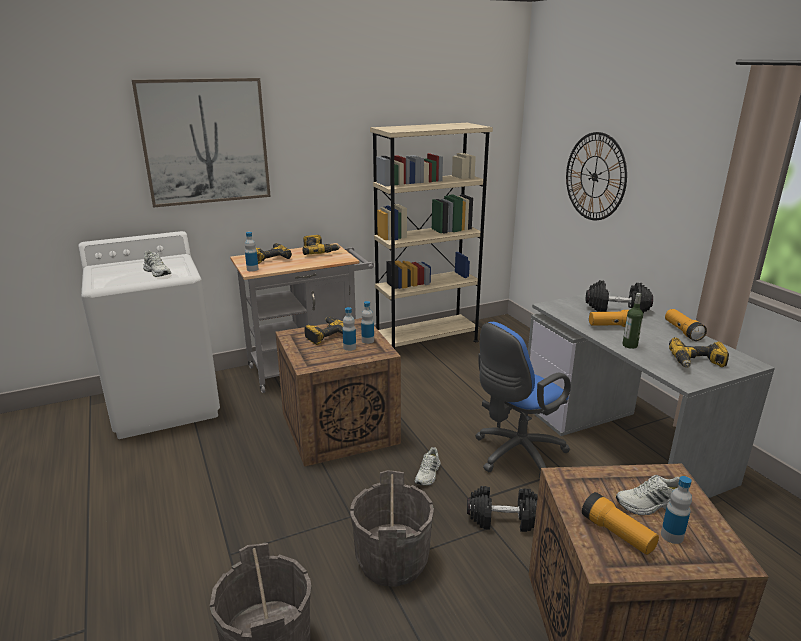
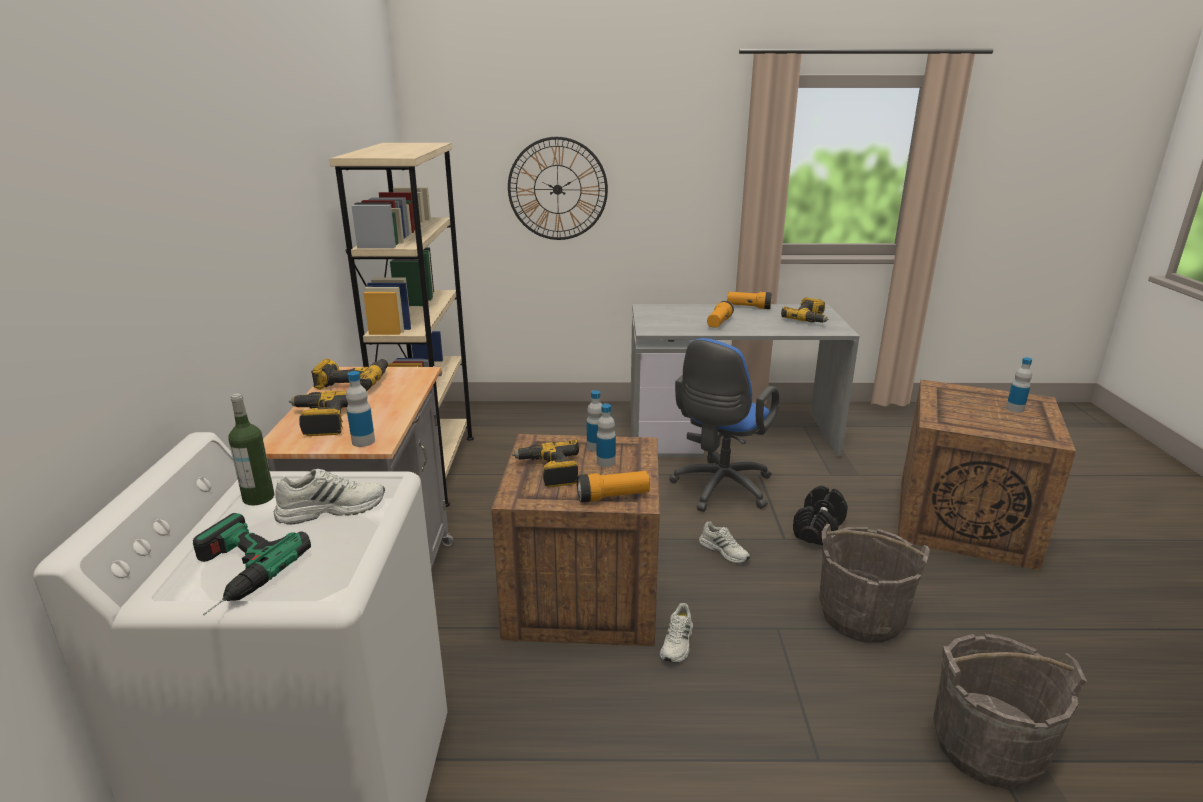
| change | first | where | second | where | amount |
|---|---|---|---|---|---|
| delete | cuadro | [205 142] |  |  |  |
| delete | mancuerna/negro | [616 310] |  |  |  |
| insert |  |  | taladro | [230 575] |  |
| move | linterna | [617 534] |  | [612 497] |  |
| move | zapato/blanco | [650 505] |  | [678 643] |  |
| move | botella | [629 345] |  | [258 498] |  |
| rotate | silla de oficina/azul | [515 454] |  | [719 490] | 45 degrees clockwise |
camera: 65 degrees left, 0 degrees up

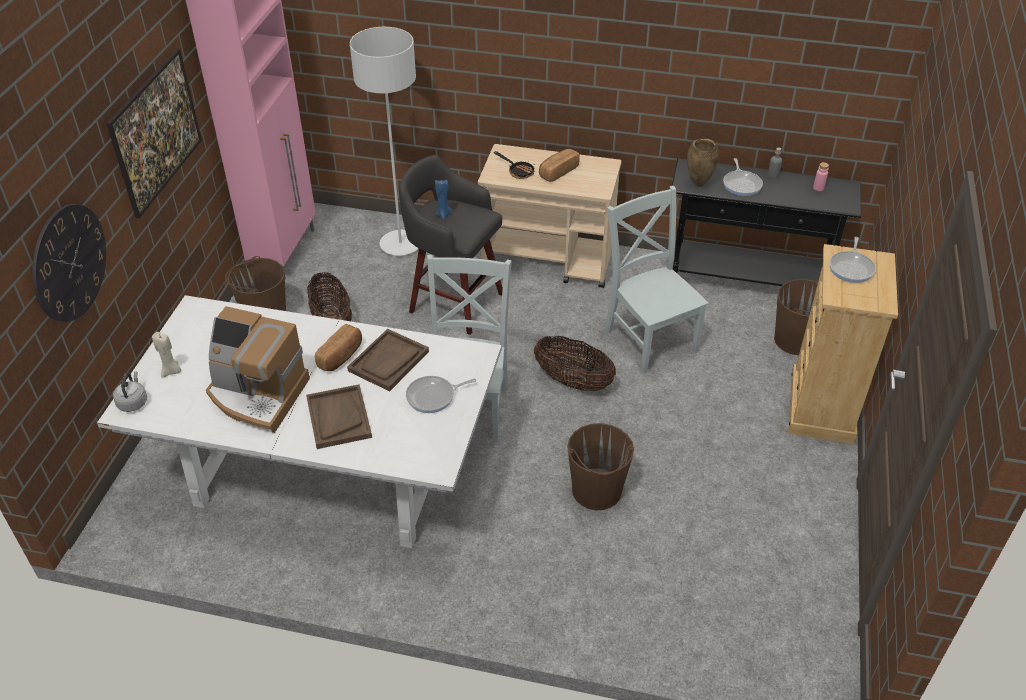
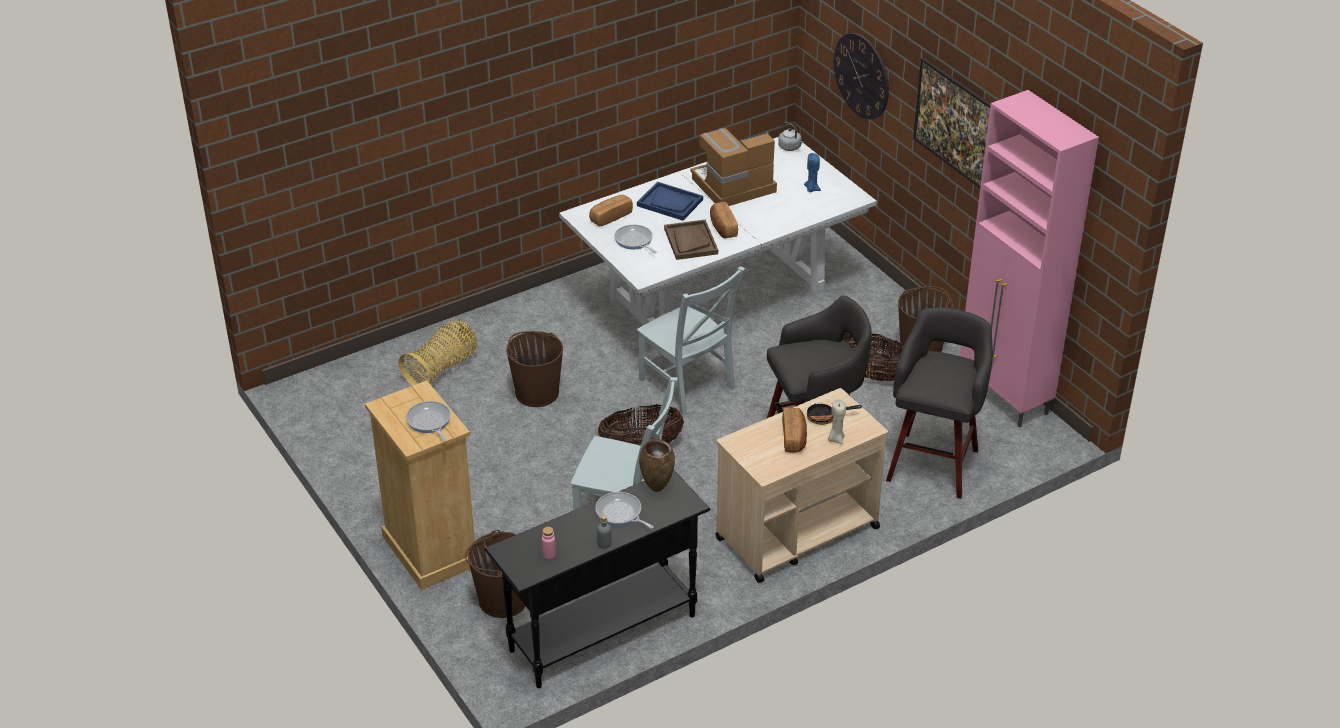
| change | first | where | second | where | amount |
|---|---|---|---|---|---|
| insert |  |  | cesta | [442 369] |  |
| insert |  |  | pan | [610 217] |  |
| move | vela/beis | [171 371] |  | [836 439] |  |
| move | vela/azul | [444 215] |  | [811 189] |  |
| replace | lámpara de pie/gris | [400 244] | taburete/gris | [933 463] |  |
| recolor | bandeja/marrón | [338 418] | bandeja/azul | [670 203] |  |
| rotate | sartén | [433 397] |  | [634 241] | 60 degrees counterclockwise |
camera: 135 degrees right, 5 degrees down

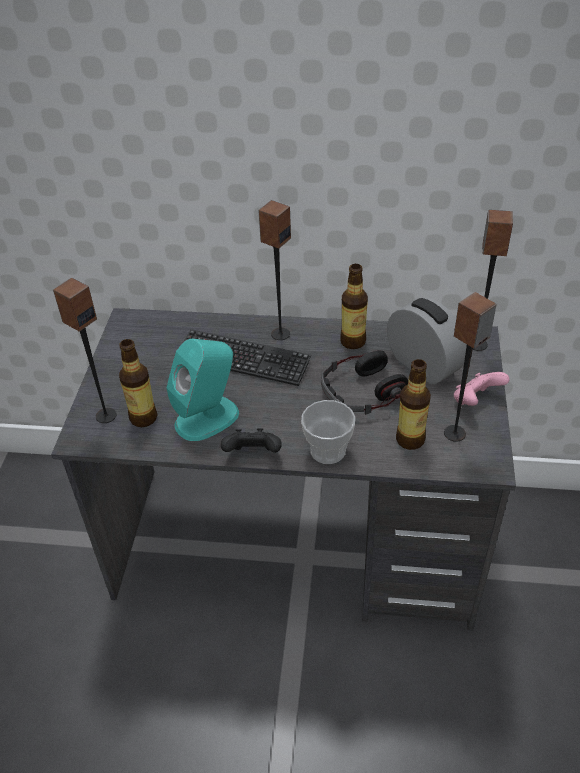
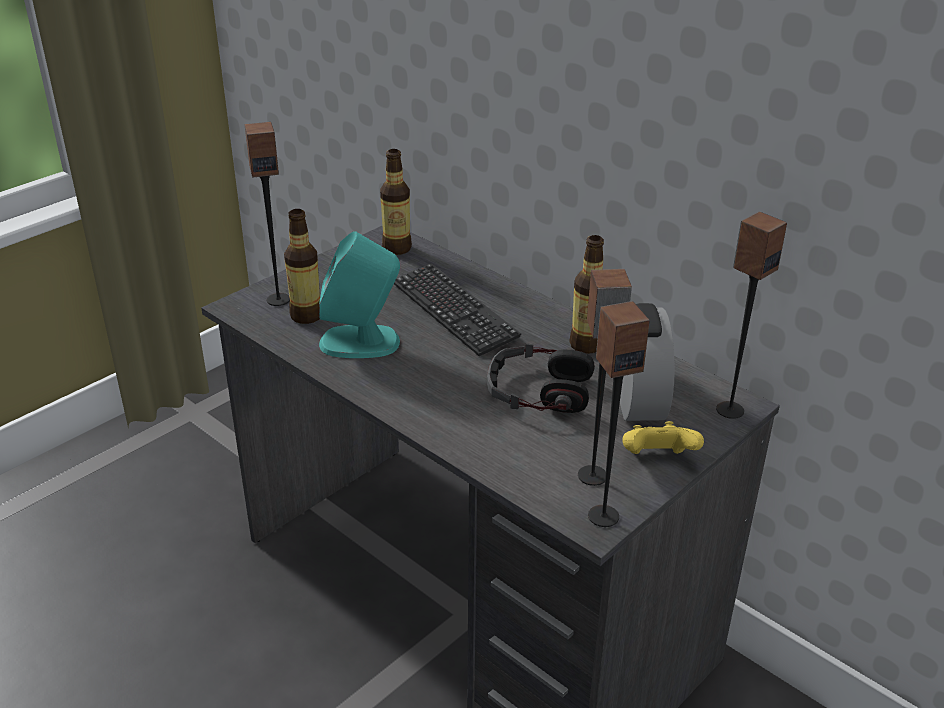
| change | first | where | second | where | amount |
|---|---|---|---|---|---|
| delete | mando de consola/negro | [253 454] |  |  |  |
| delete | taza | [328 450] |  |  |  |
| move | altavoz | [280 334] |  | [603 515] |  |
| move | botella | [410 439] |  | [397 248] |  |
| recolor | mando de consola/rosa | [475 401] | mando de consola/amarillo | [657 459] |  |
camera: 35 degrees right, 10 degrees down

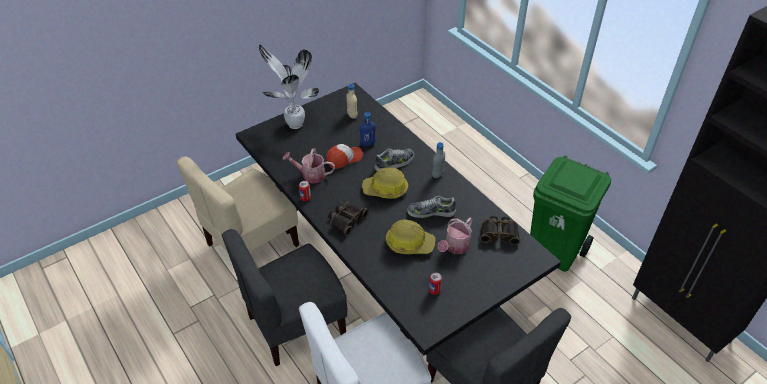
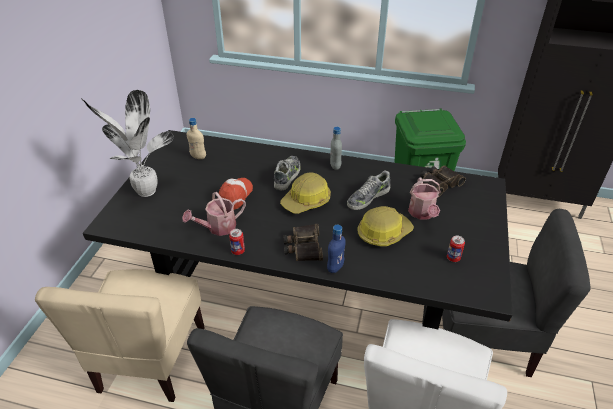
| change | first | where | second | where | amount |
|---|---|---|---|---|---|
| move | botella/azul | [367 144] |  | [335 267] |  |
camera: 40 degrees left, 5 degrees down

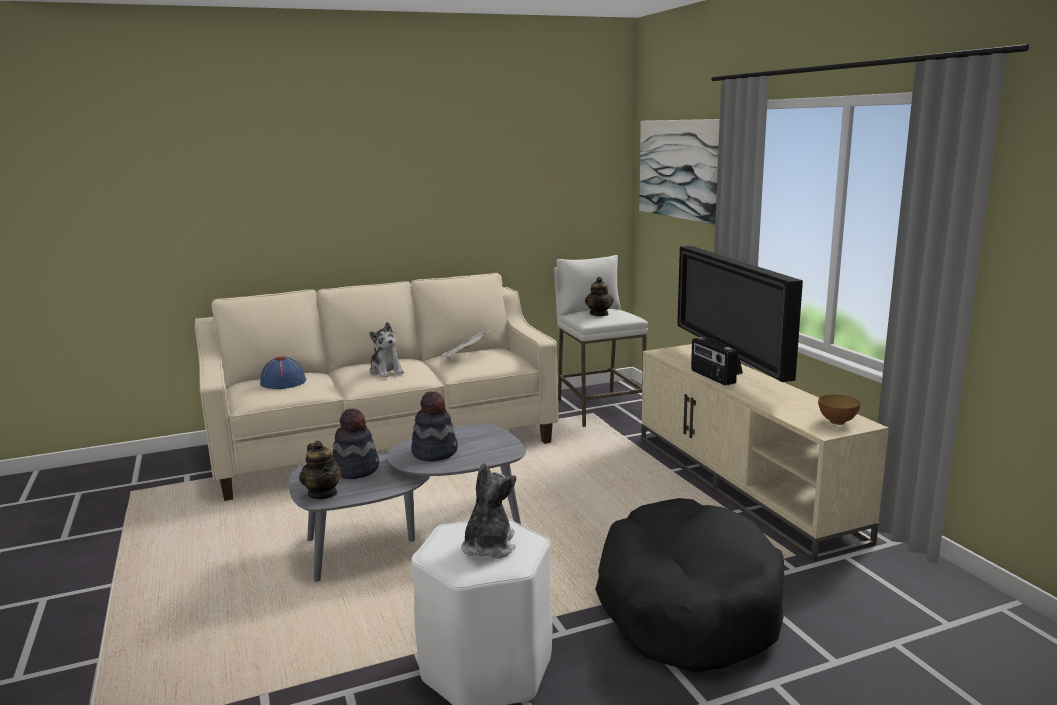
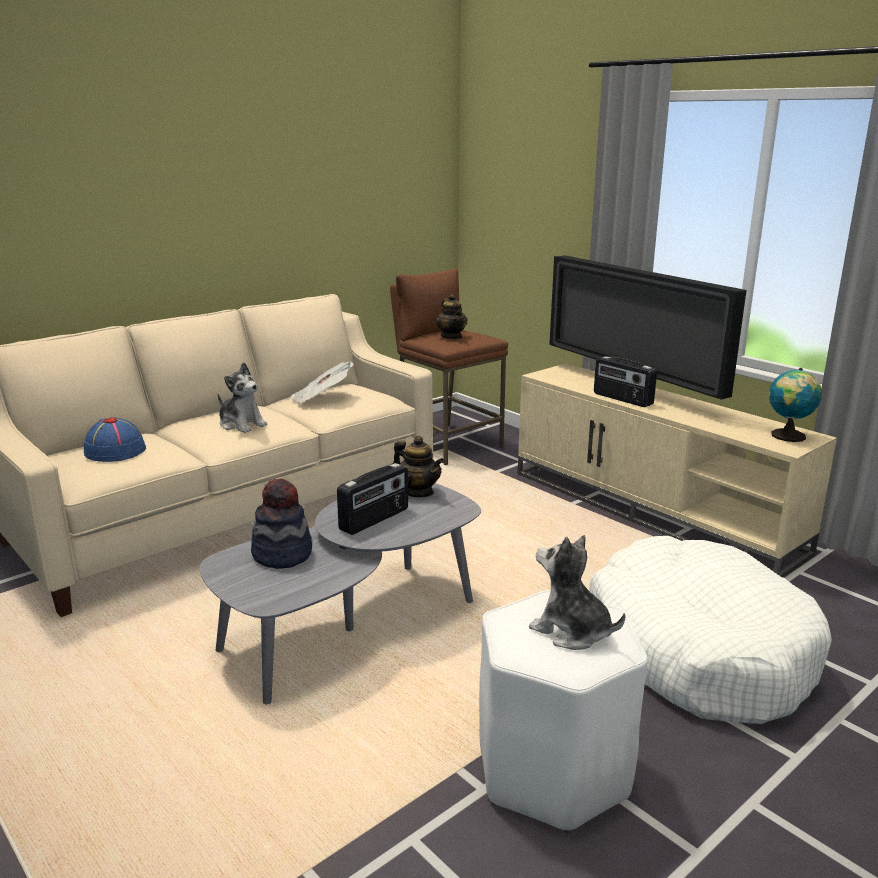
| change | first | where | second | where | amount |
|---|---|---|---|---|---|
| delete | cuadro | [680 169] |  |  |  |
| move | tetera | [323 493] |  | [418 492] |  |
| replace | sombrero | [435 452] | radio | [375 520] |  |
| replace | cuenco | [837 422] | globo terráqueo | [788 437] |  |
| recolor | taburete/blanco | [599 409] | taburete/marrón | [447 443] |  |
| recolor | cama para perro/negro | [687 604] | cama para perro/blanco | [698 650] |  |
| rotate | peluche | [488 546] |  | [571 631] | 45 degrees counterclockwise |
camera: 20 degrees left, 5 degrees up

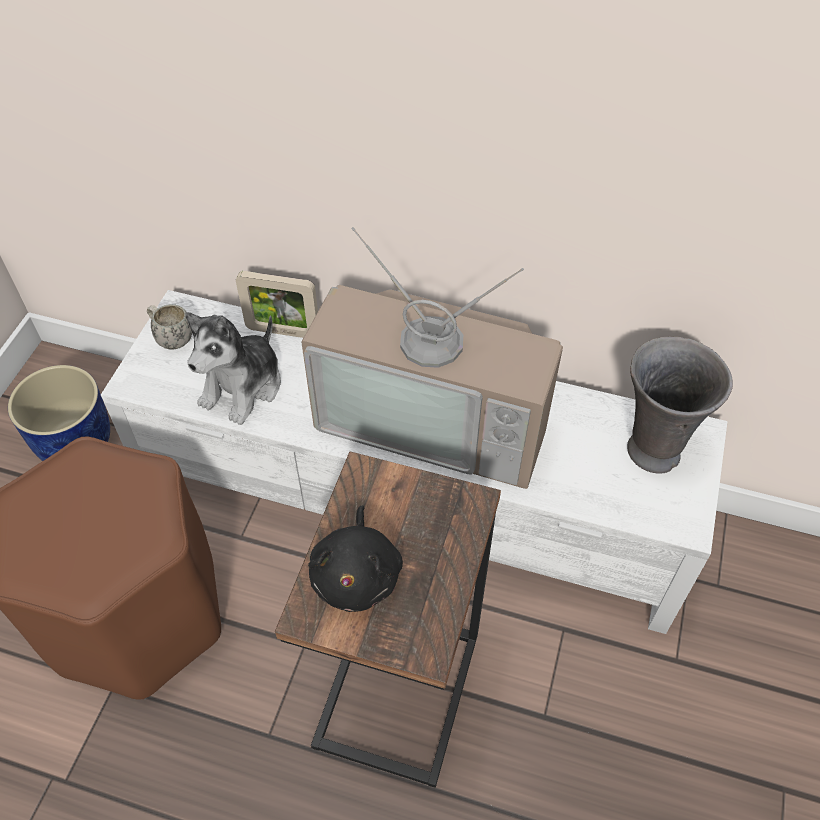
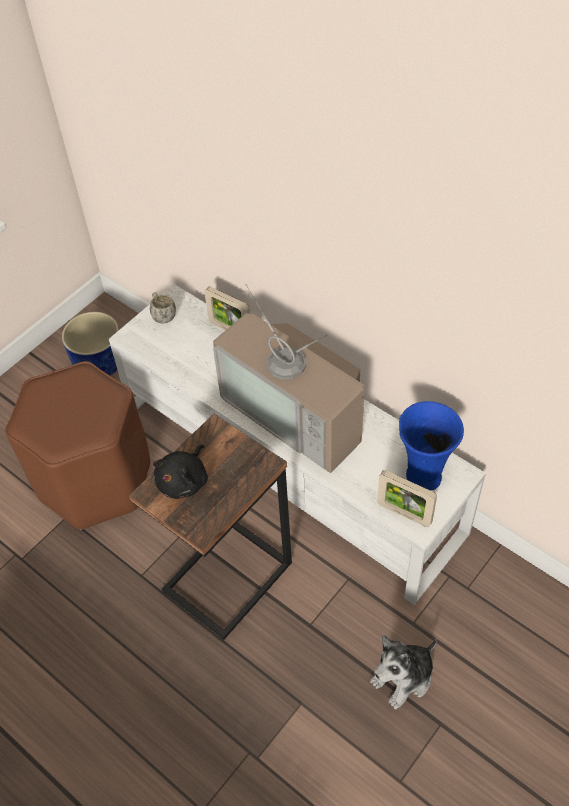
| change | first | where | second | where | amount |
|---|---|---|---|---|---|
| insert |  |  | portarretratos | [404 513] |  |
| move | peluche | [243 387] |  | [403 677] |  |
| recolor | florero/gris | [651 450] | florero/azul | [423 475] |  |
camera: 25 degrees right, 0 degrees up

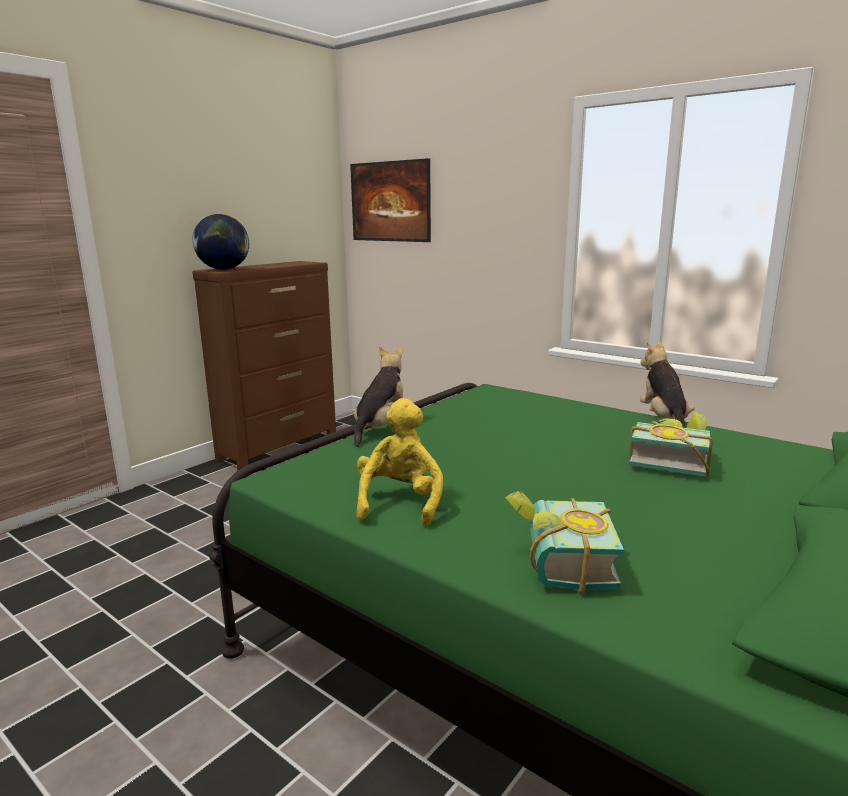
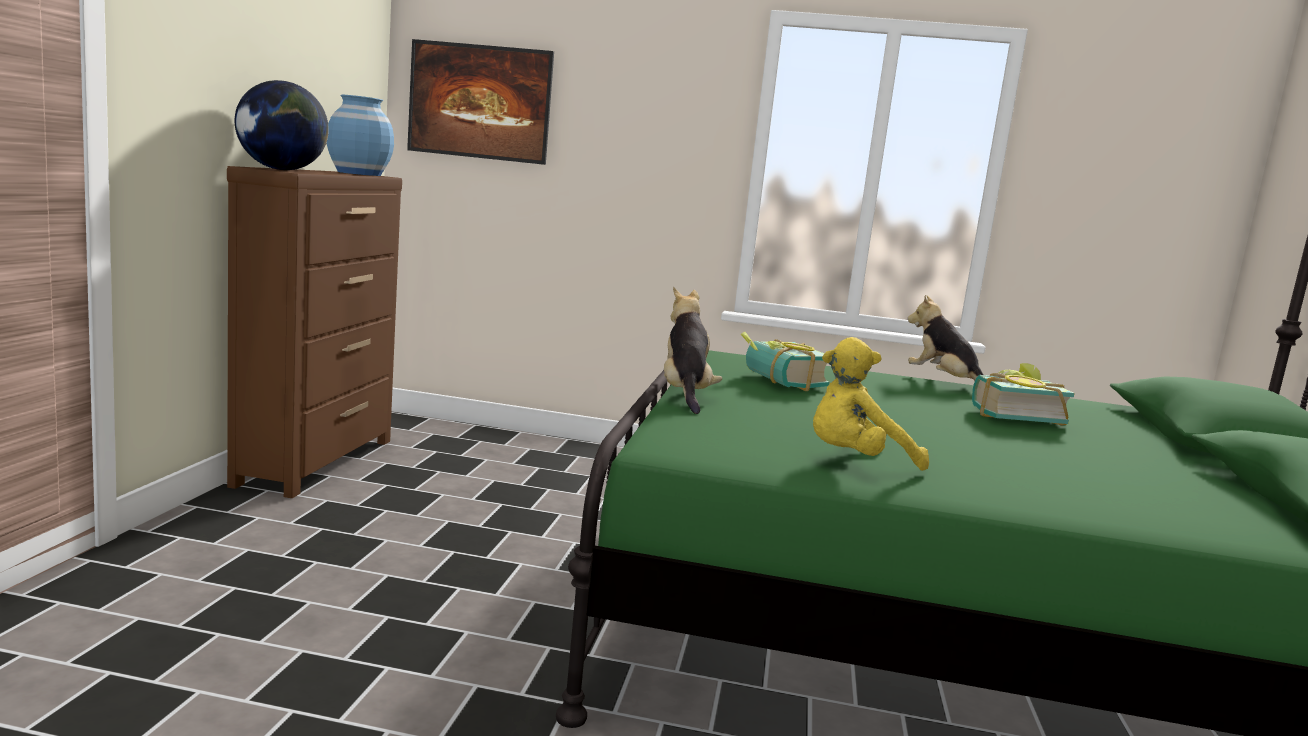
| change | first | where | second | where | amount |
|---|---|---|---|---|---|
| insert |  |  | florero/azul | [359 173] |  |
| move | libro | [558 565] |  | [777 382] |  |
| rotate | peluche/amarillo | [400 502] |  | [855 462] | 90 degrees counterclockwise |
camera: 30 degrees left, 5 degrees down

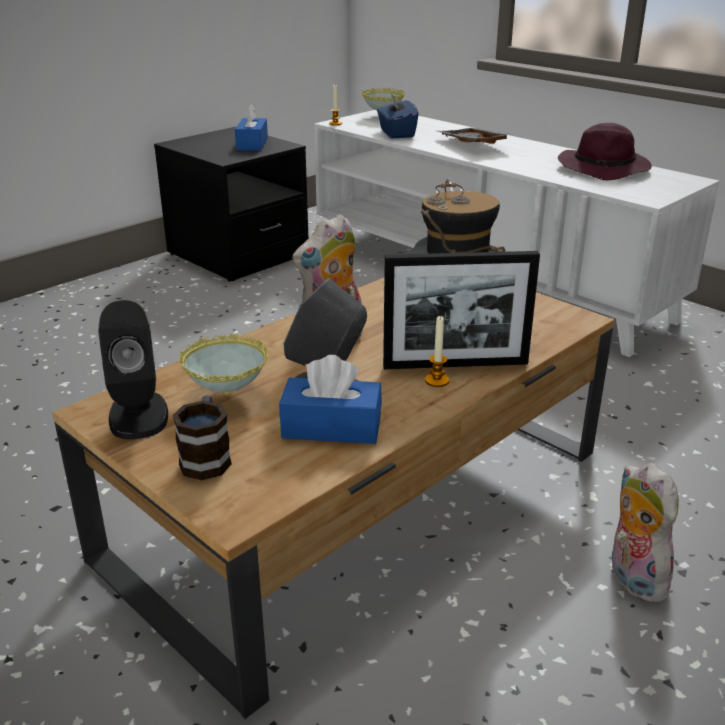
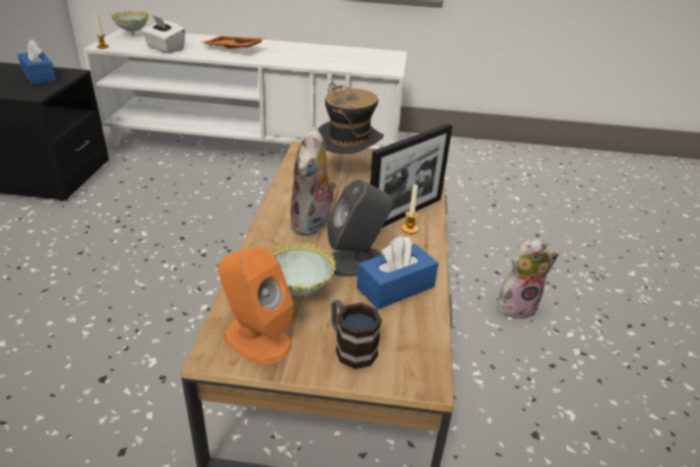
| change | first | where | second | where | amount |
|---|---|---|---|---|---|
| delete | sombrero/morado | [605 169] |  |  |  |
| recolor | altavoz/negro | [138 415] | altavoz/naranja | [256 339] |  |
| recolor | caja de pañuelos/azul | [396 133] | caja de pañuelos/blanco | [165 48] |  |
| recolor | bandeja/gris | [471 145] | bandeja/naranja | [232 49] |  |
| rotate | peluche | [631 578] |  | [517 306] | 135 degrees clockwise |
camera: 40 degrees left, 5 degrees up

